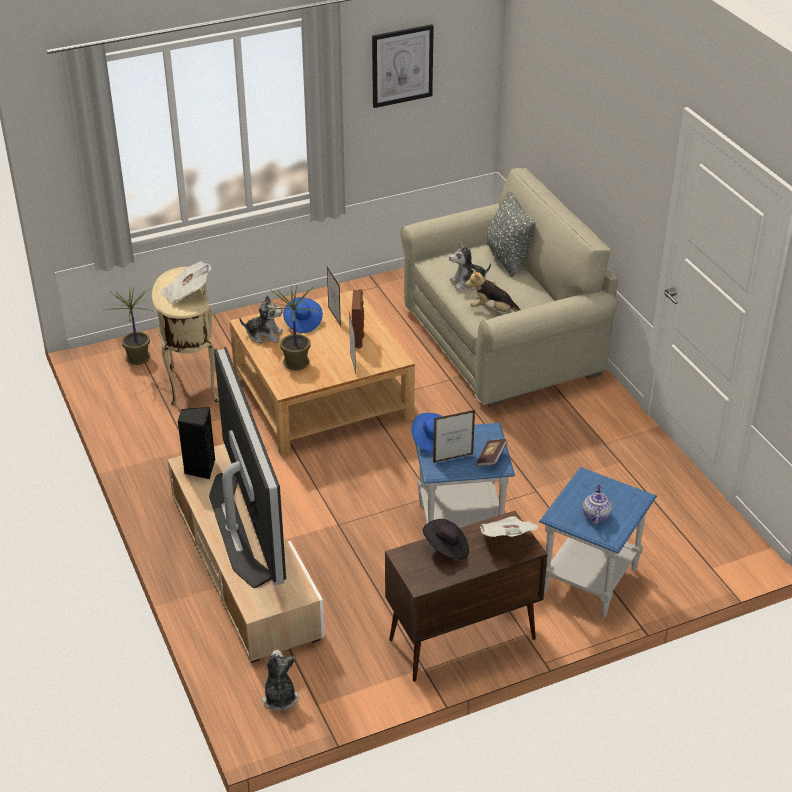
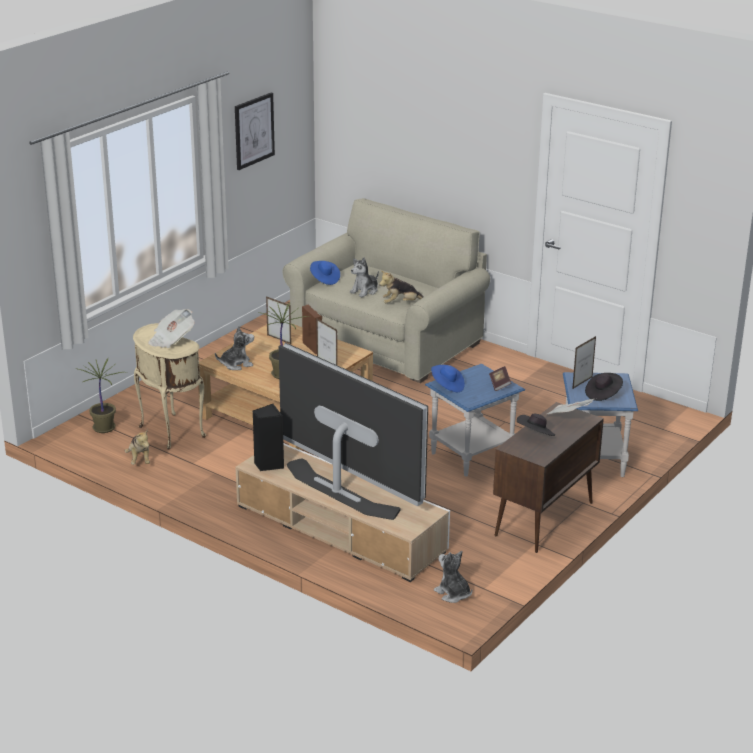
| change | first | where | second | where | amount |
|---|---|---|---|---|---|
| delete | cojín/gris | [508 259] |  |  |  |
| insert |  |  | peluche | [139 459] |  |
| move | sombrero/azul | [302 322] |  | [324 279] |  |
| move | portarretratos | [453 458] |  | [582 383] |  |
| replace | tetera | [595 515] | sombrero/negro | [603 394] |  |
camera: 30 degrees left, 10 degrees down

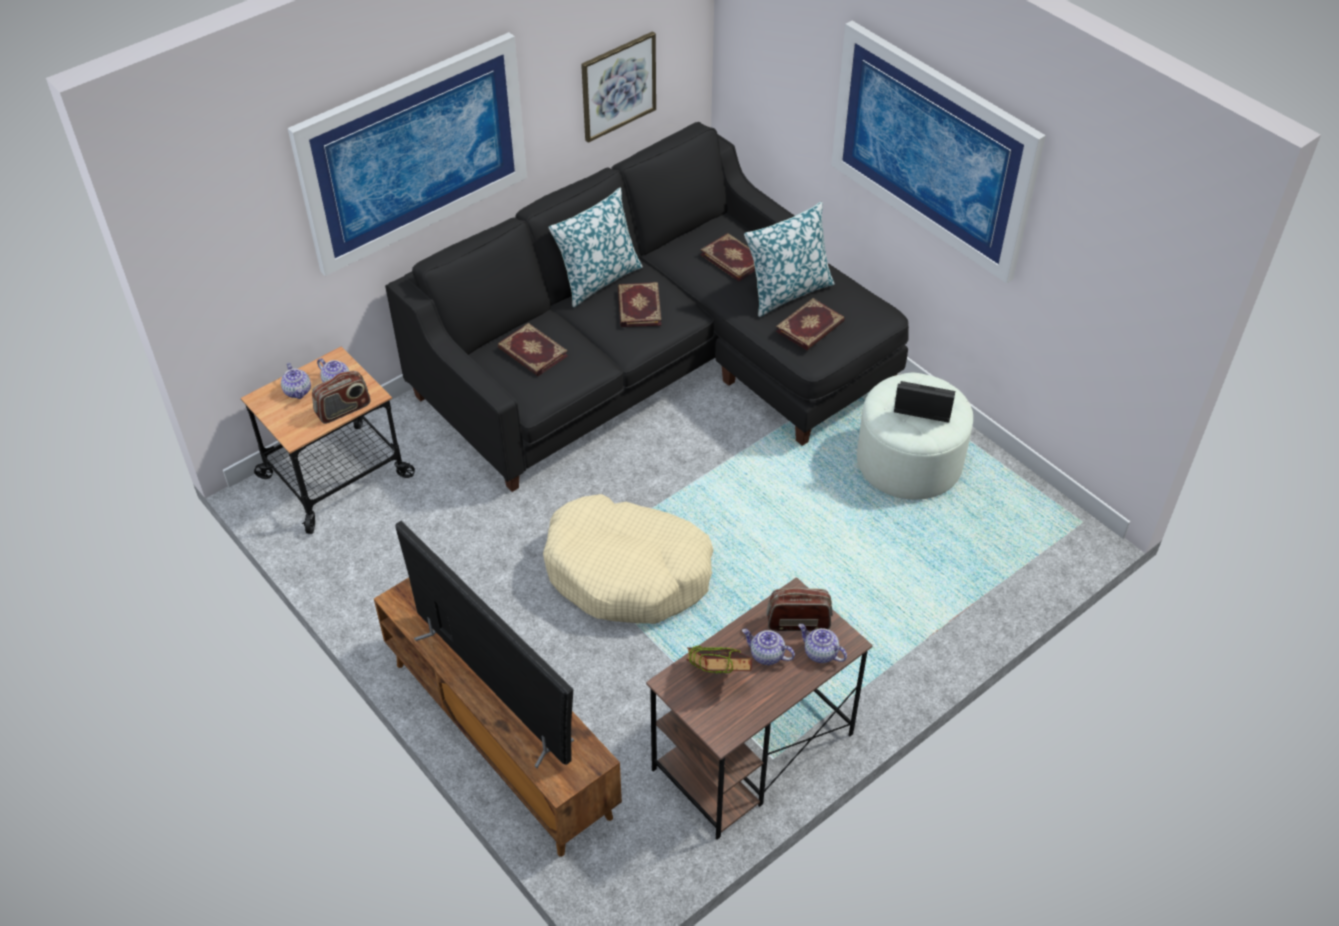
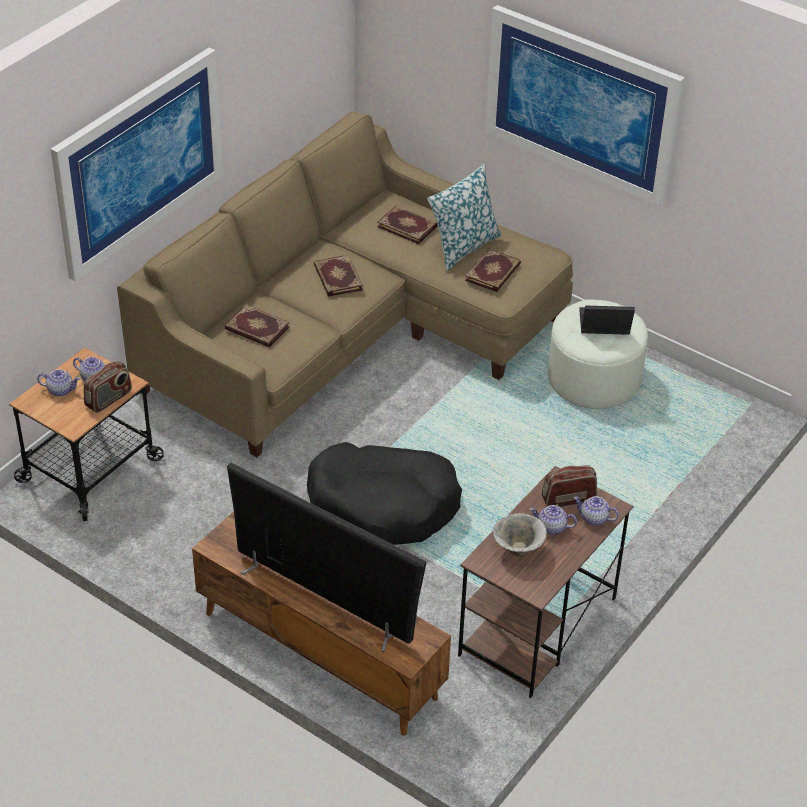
| change | first | where | second | where | amount |
|---|---|---|---|---|---|
| delete | cojín | [598 279] |  |  |  |
| delete | cuadro | [618 86] |  |  |  |
| replace | libro | [717 676] | cuenco | [517 550] |  |
| recolor | sofá/negro | [655 364] | sofá/beis | [347 332] |  |
| recolor | cama para perro/beis | [627 572] | cama para perro/negro | [383 506] |  |
| rotate | tetera | [298 391] |  | [60 390] | 45 degrees counterclockwise |
camera: 15 degrees left, 5 degrees down

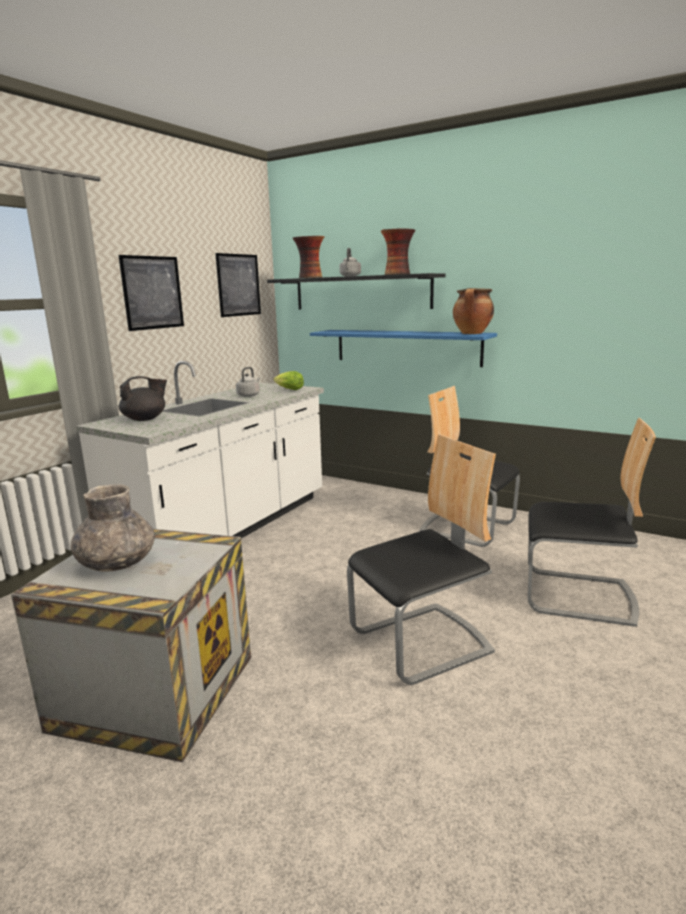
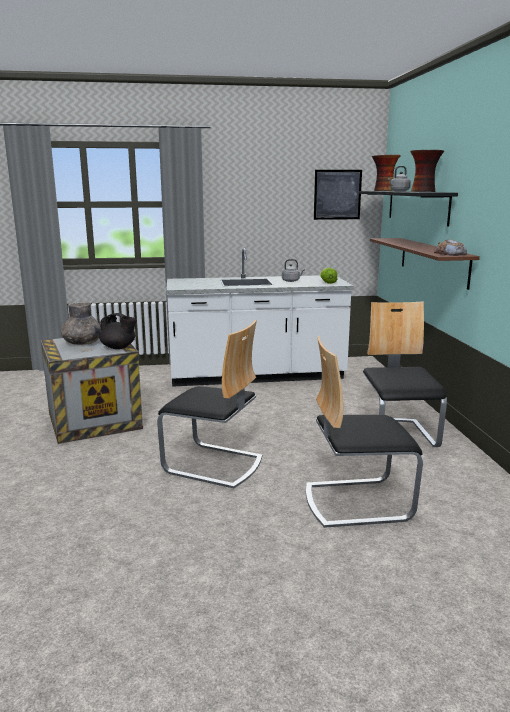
| change | first | where | second | where | amount |
|---|---|---|---|---|---|
| delete | cuadro | [152 292] |  |  |  |
| move | tetera/negro | [145 419] |  | [119 347] |  |
| replace | olla | [472 333] | pan | [450 254] |  |
| recolor | estante/azul | [406 347] | estante/marrón | [433 261] |  |
| rotate | silla | [578 596] |  | [356 501] | 105 degrees clockwise |
camera: 50 degrees right, 0 degrees up

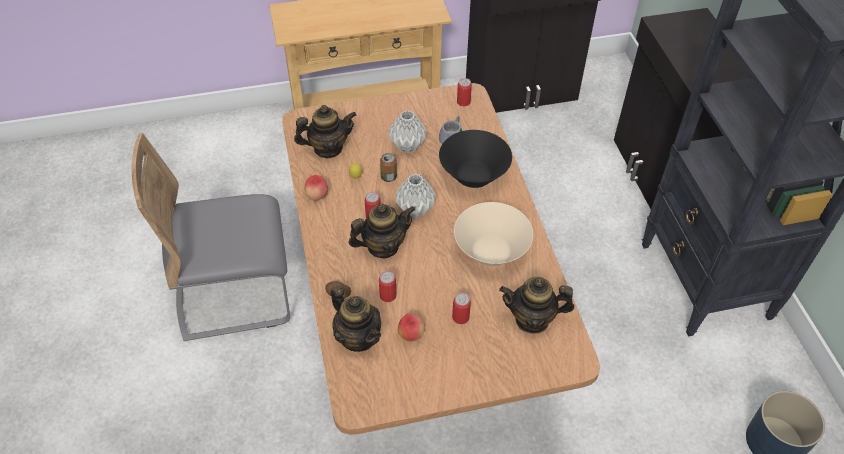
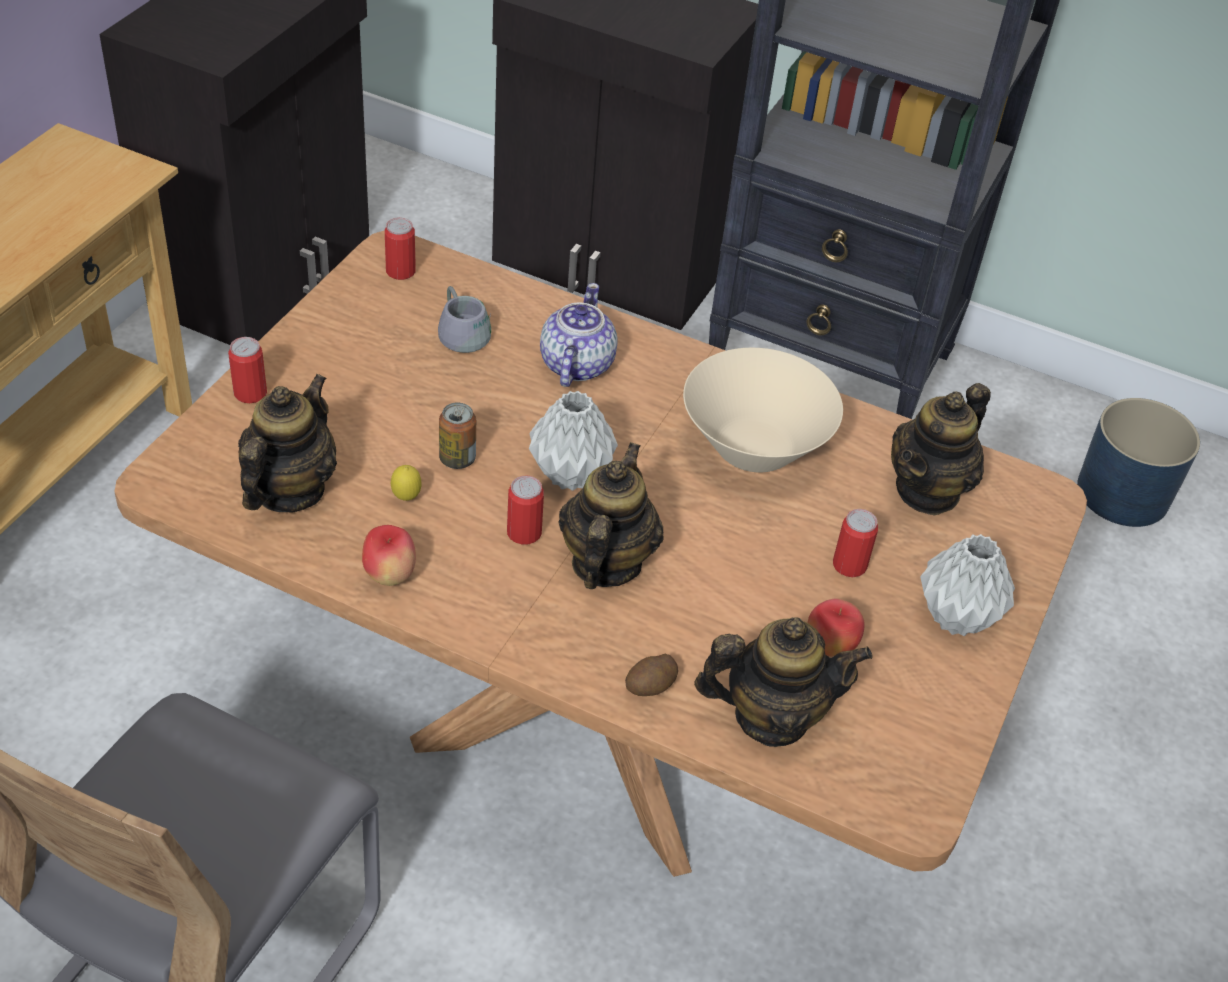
| change | first | where | second | where | amount |
|---|---|---|---|---|---|
| move | lata | [388 295] |  | [250 393] |  |
| move | florero/gris | [407 146] |  | [955 617] |  |
| replace | cuenco/negro | [473 176] | tetera | [575 365] |  |
camera: 55 degrees left, 5 degrees down

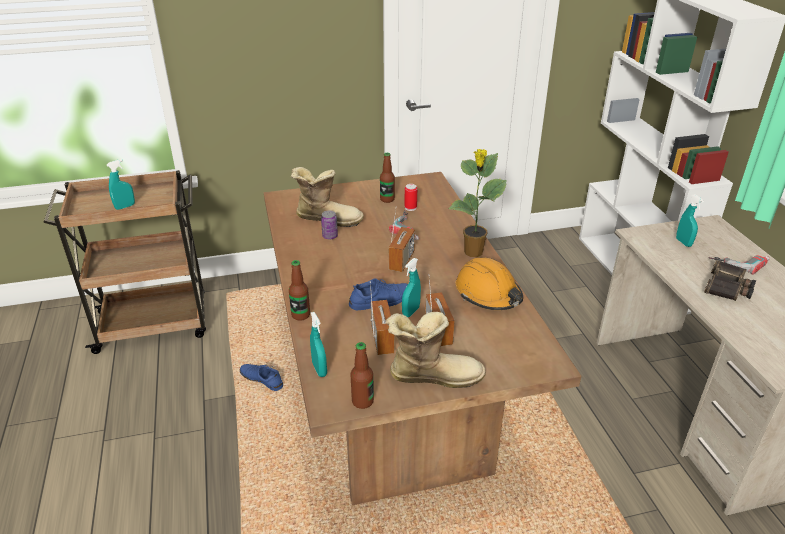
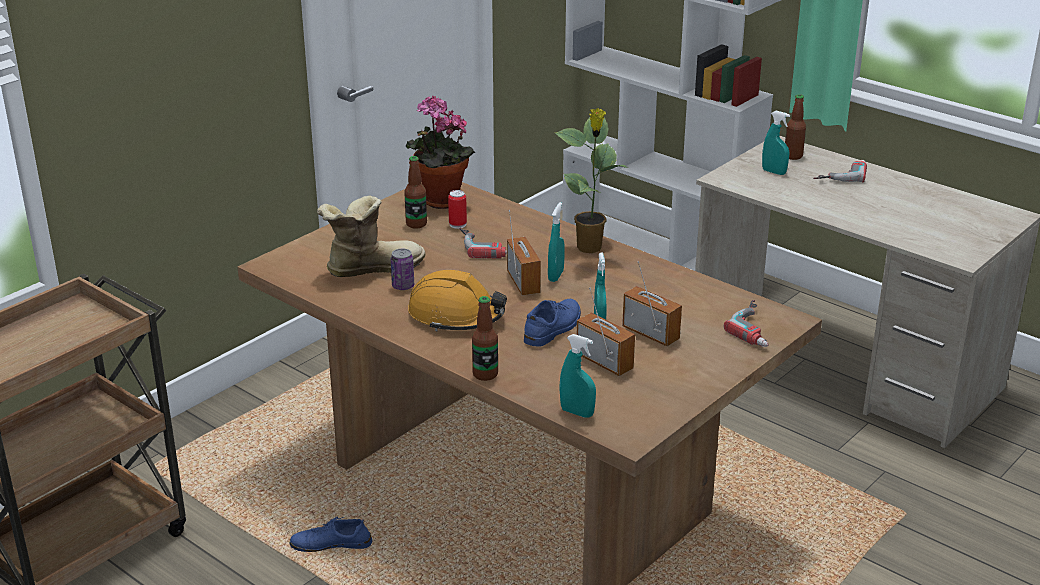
| change | first | where | second | where | amount |
|---|---|---|---|---|---|
| delete | bota | [433 374] |  |  |  |
| delete | prismáticos | [728 287] |  |  |  |
| insert |  |  | planta en maceta | [439 201] |  |
| insert |  |  | taladro | [758 328] |  |
| move | pulverizador/turquesa | [125 206] |  | [555 276] |  |
| move | botella | [362 401] |  | [793 156] |  |
| move | casco/naranja | [488 294] |  | [456 316] |  |
camera: 35 degrees left, 5 degrees down

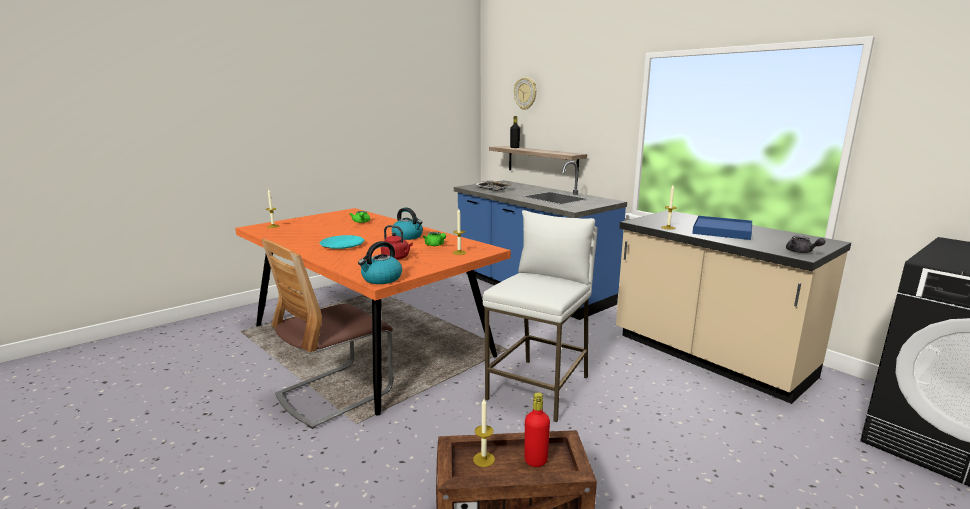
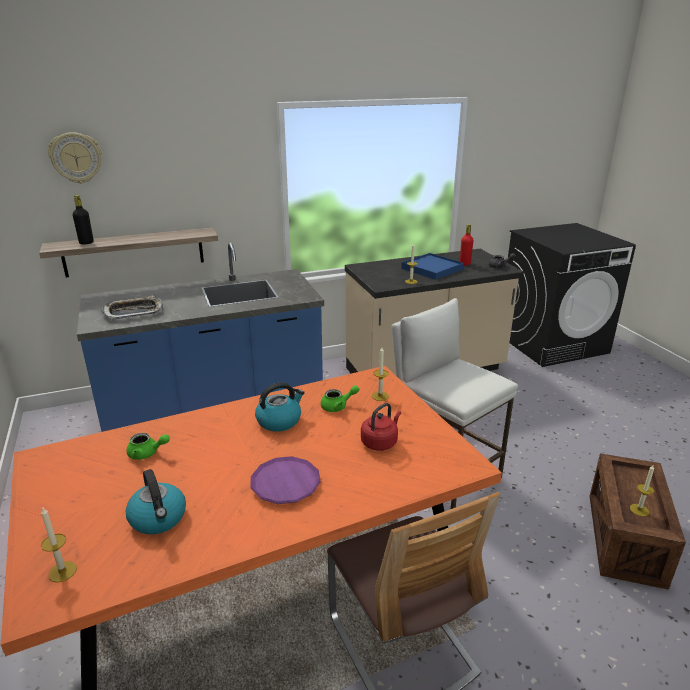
| change | first | where | second | where | amount |
|---|---|---|---|---|---|
| move | hervidor | [381 279] |  | [158 518] |  |
| move | botella/rojo | [536 461] |  | [465 264] |  |
| recolor | plato/turquesa | [342 245] | plato/morado | [285 484] |  |
camera: 70 degrees left, 10 degrees up

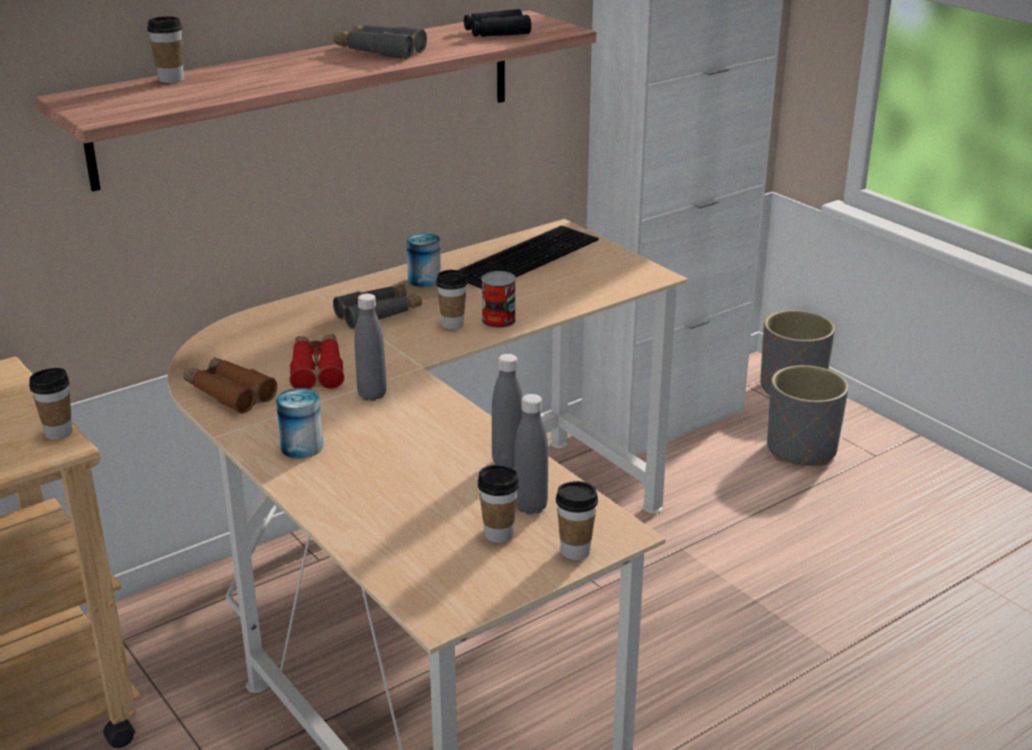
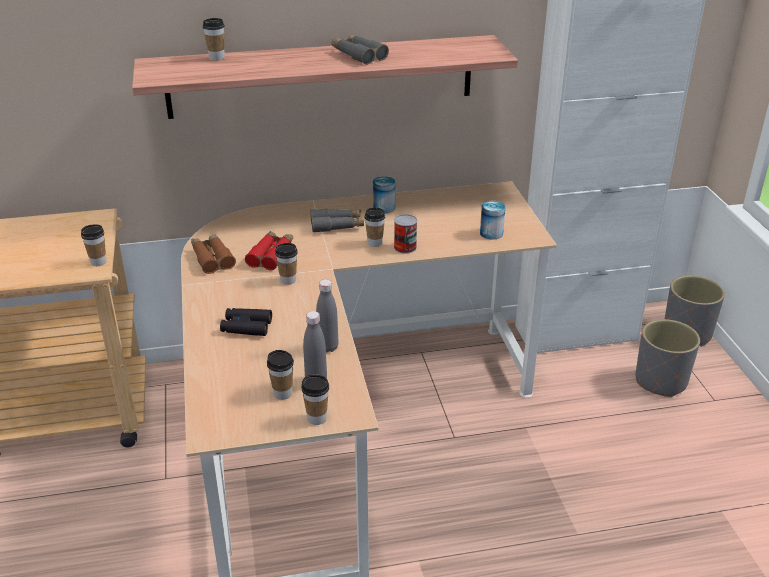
| change | first | where | second | where | amount |
|---|---|---|---|---|---|
| delete | teclado | [524 256] |  |  |  |
| move | lata | [302 447] |  | [491 233] |  |
| move | prismáticos/negro | [496 32] |  | [246 327] |  |
| replace | botella/gris | [372 395] | taza | [288 280] |  |
camera: 25 degrees right, 5 degrees up

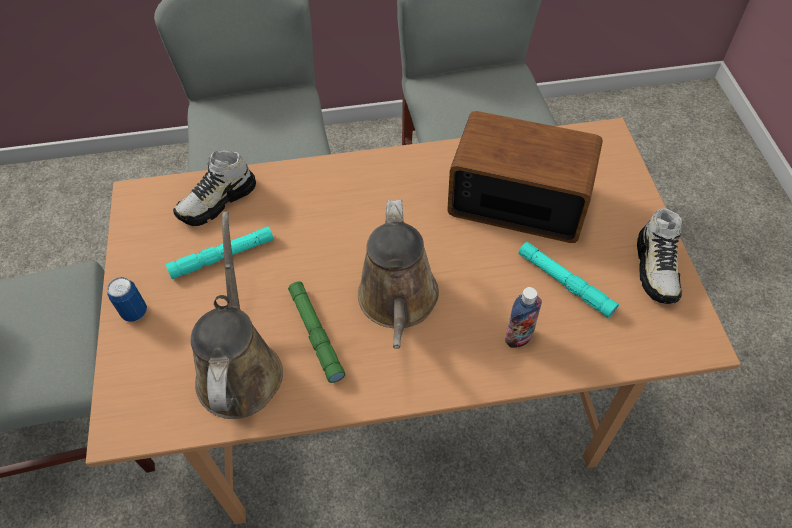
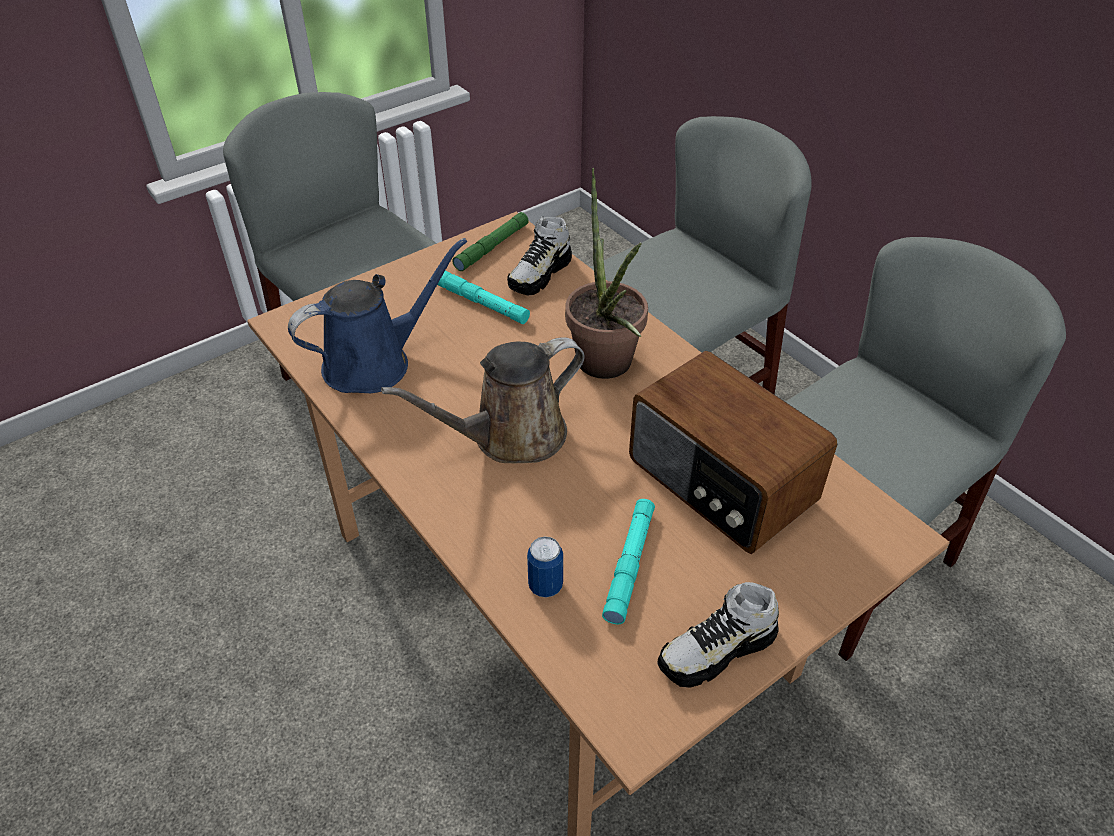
| change | first | where | second | where | amount |
|---|---|---|---|---|---|
| delete | botella | [519 337] |  |  |  |
| insert |  |  | planta en maceta | [606 369] |  |
| move | lata | [134 312] |  | [545 585] |  |
| move | linterna/verde | [316 334] |  | [492 247] |  |
| recolor | regadera/marrón | [240 368] | regadera/azul | [375 362] |  |
| rotate | zapato | [218 202] |  | [540 275] | 75 degrees counterclockwise |
| rotate | radio | [518 199] |  | [720 482] | 150 degrees clockwise |
camera: 60 degrees right, 10 degrees down

